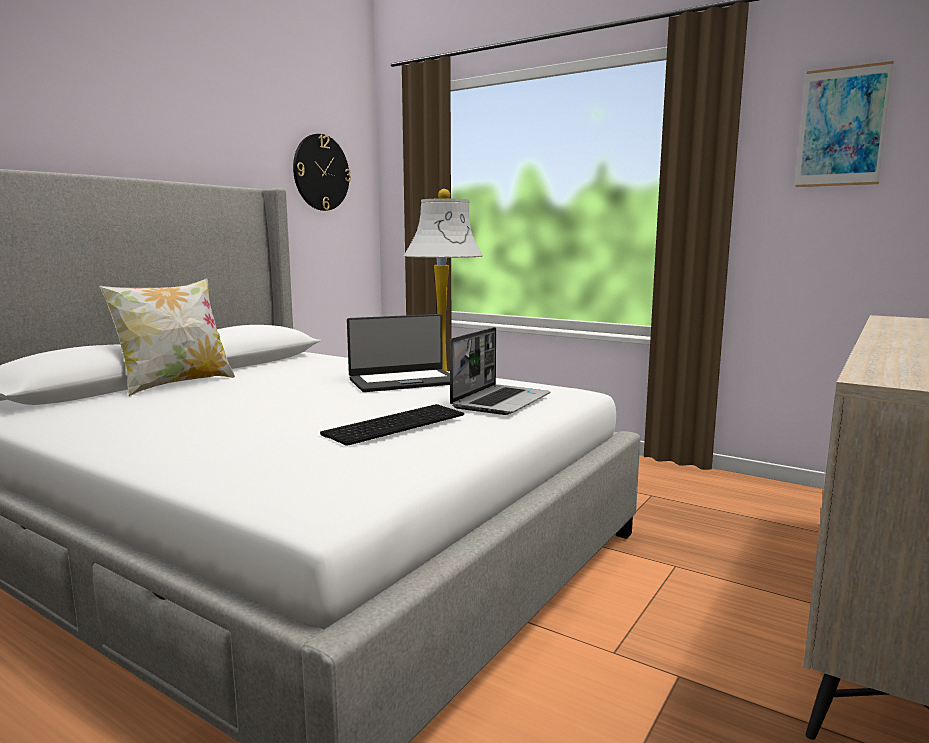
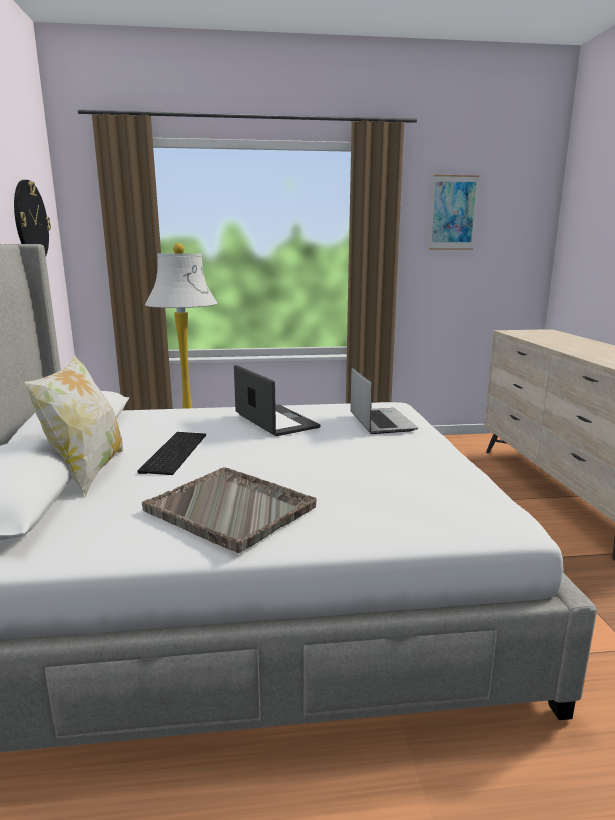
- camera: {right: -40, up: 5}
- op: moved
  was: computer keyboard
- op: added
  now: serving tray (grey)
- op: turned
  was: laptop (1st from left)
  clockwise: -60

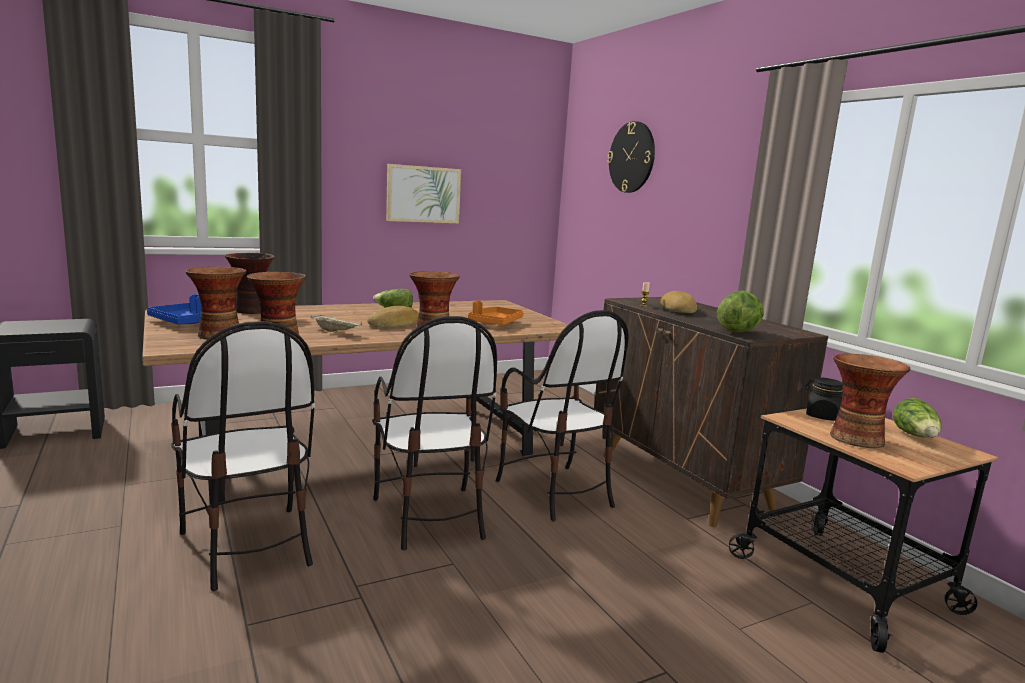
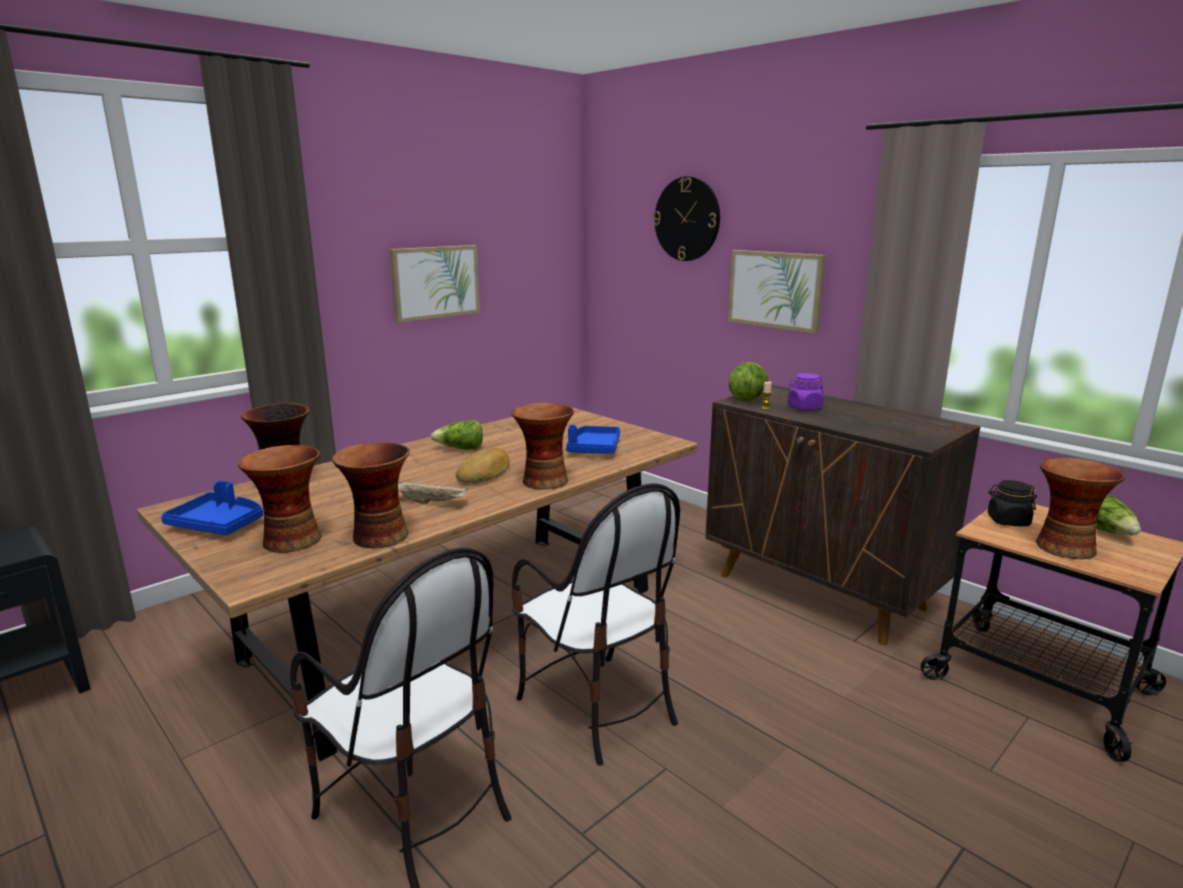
- camera: {right: -15, up: 5}
- op: recoloured
  was: serving tray (orange-coloured)
  now: serving tray (bluish) (2nd from left)
- op: added
  now: picture (2nd from left)
- op: moved
  was: lettuce head (2nd from left)
- op: replaced
  was: baked bread (2nd from left)
  now: storage jar (purple-coloured)
- op: removed
  was: upright chair (3rd from left)

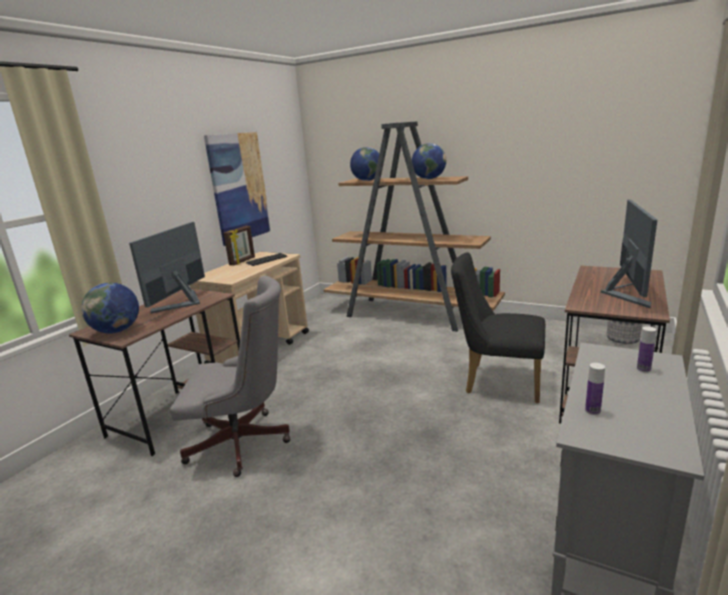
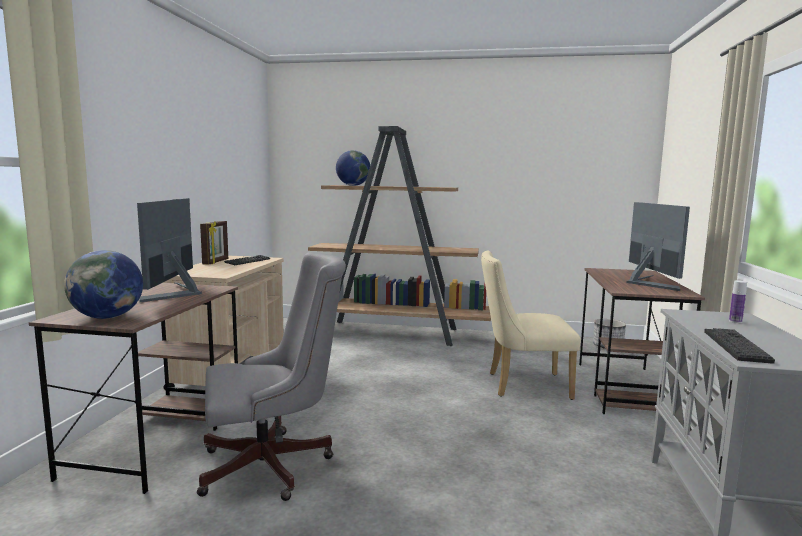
- camera: {right: -20, up: -10}
- op: recoloured
  was: upright chair (black-coloured)
  now: upright chair (beige)
- op: replaced
  was: beverage bottle (1st from left)
  now: computer keyboard (2nd from left)
- op: removed
  was: picture
- op: removed
  was: world globe (3rd from left)

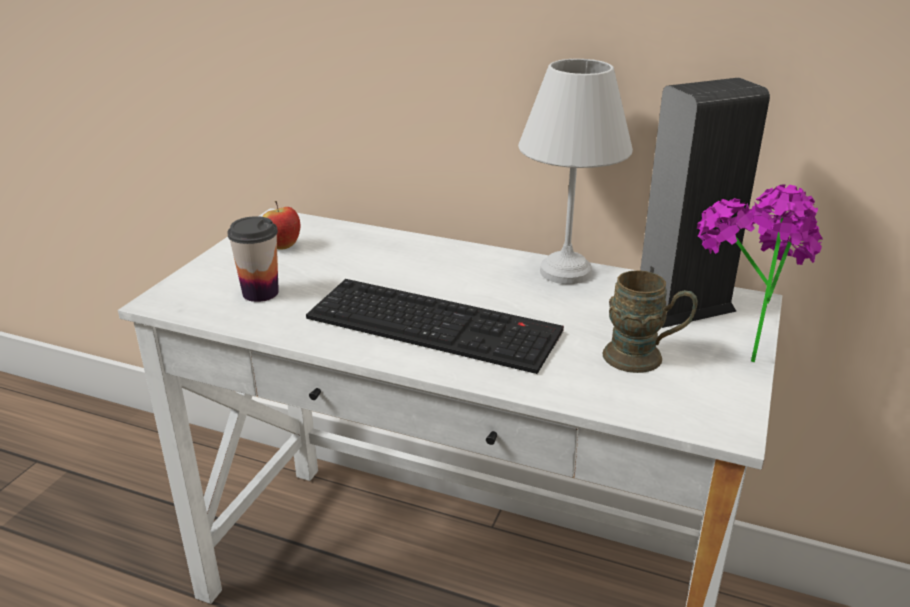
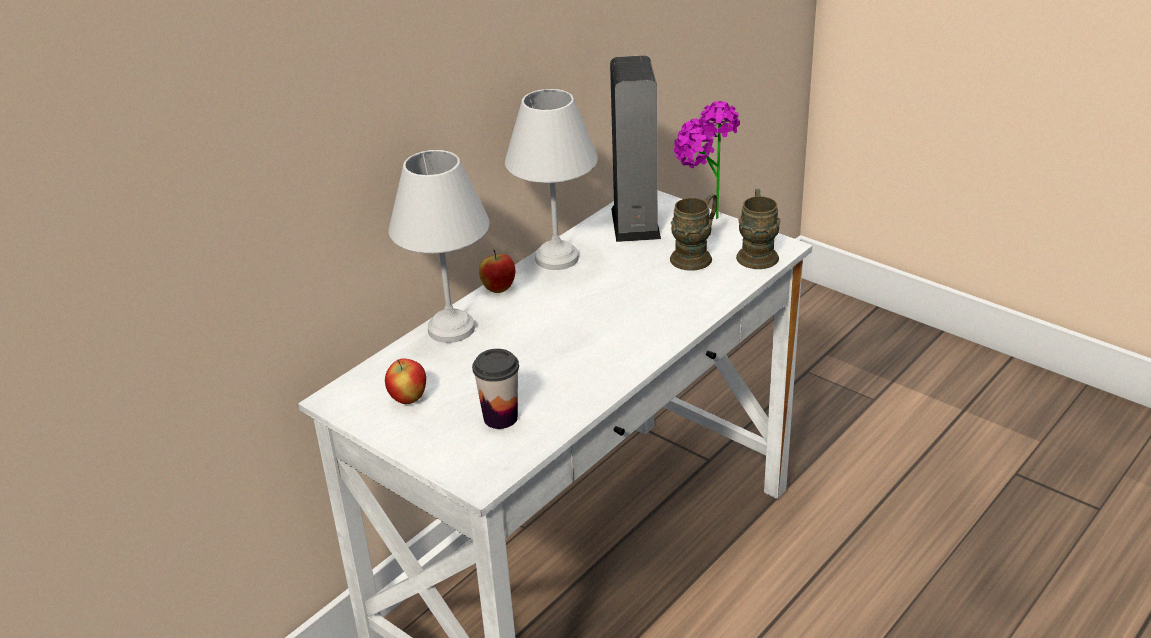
- camera: {right: -70, up: 5}
- op: added
  now: lamp for a table (white-coloured) (1st from left)
- op: added
  now: apple (2nd from left)
- op: added
  now: coffee mug (brown-coloured) (2nd from left)
- op: removed
  was: computer keyboard

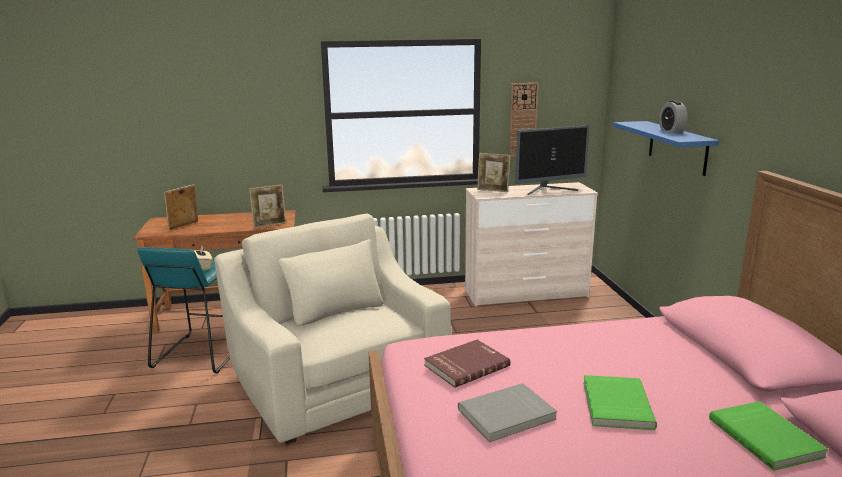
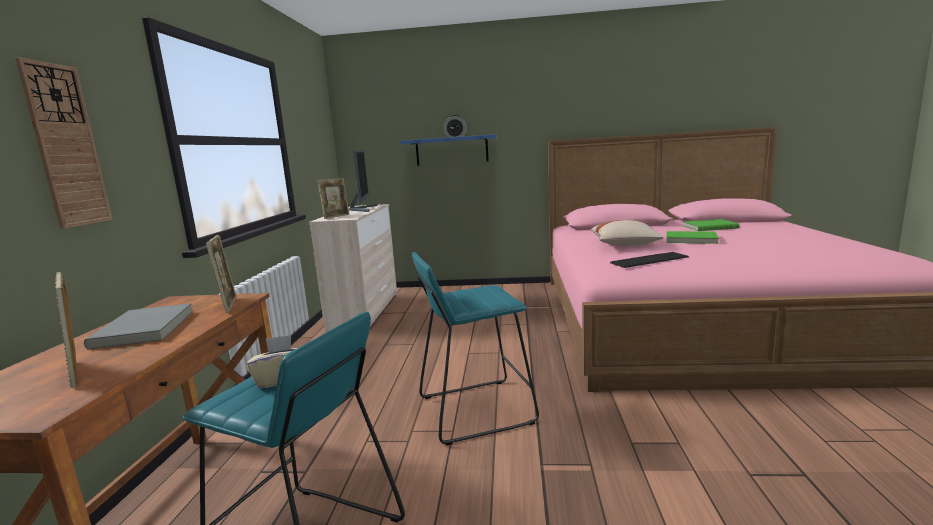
- camera: {right: -75, up: -5}
- op: moved
  was: hanging clock
- op: moved
  was: bound book (grey)
- op: replaced
  was: easy chair (beige)
  now: sitting stool (turquoise-coloured) (2nd from left)
- op: added
  now: pillow (beige)
- op: replaced
  was: bound book (red-coloured)
  now: computer keyboard

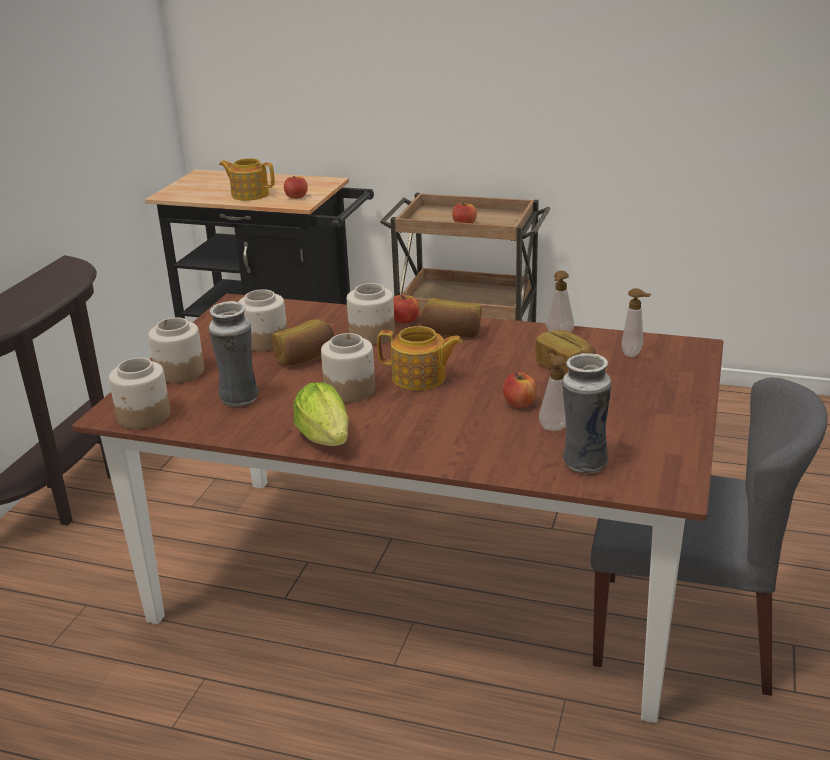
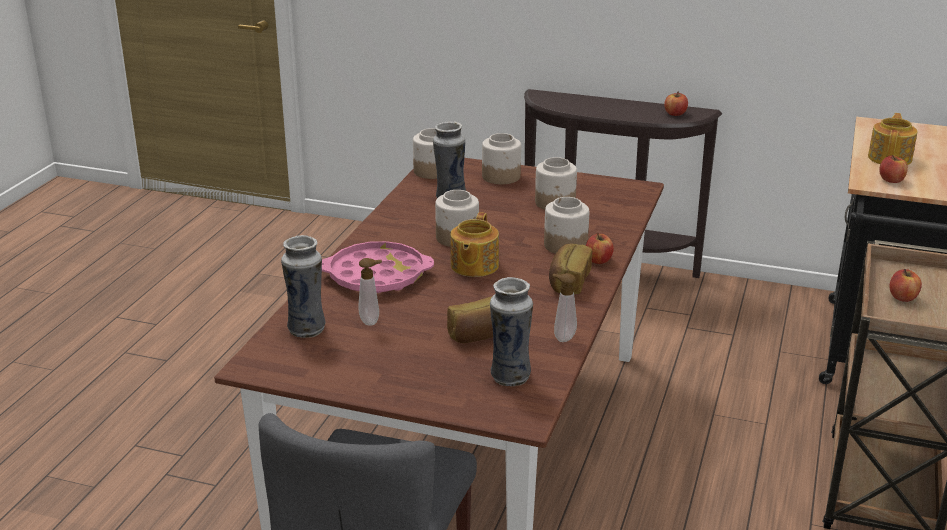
- camera: {right: 90, up: 0}
- op: added
  now: serving tray (pinkish)
- op: replaced
  was: soap bottle (3rd from left)
  now: vase (3rd from left)
- op: moved
  was: apple (4th from left in the first image)
  now: apple (2nd from left)
- op: removed
  was: baked bread (1st from left)
- op: removed
  was: lettuce head

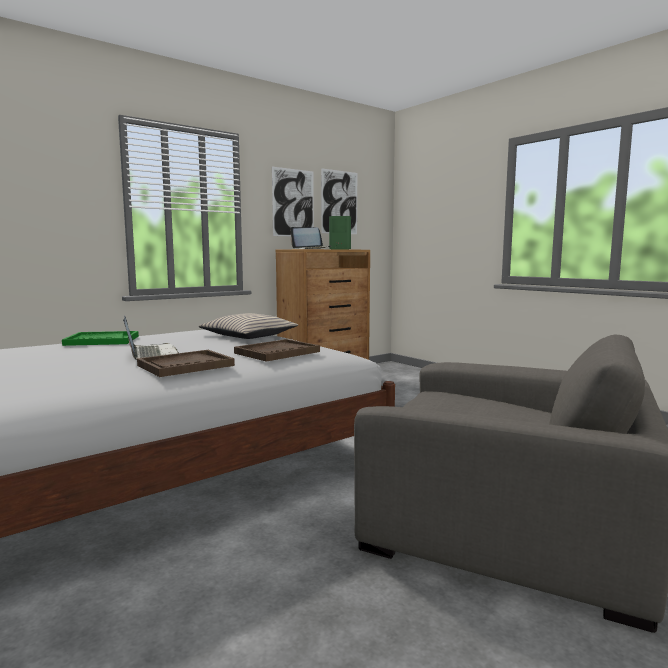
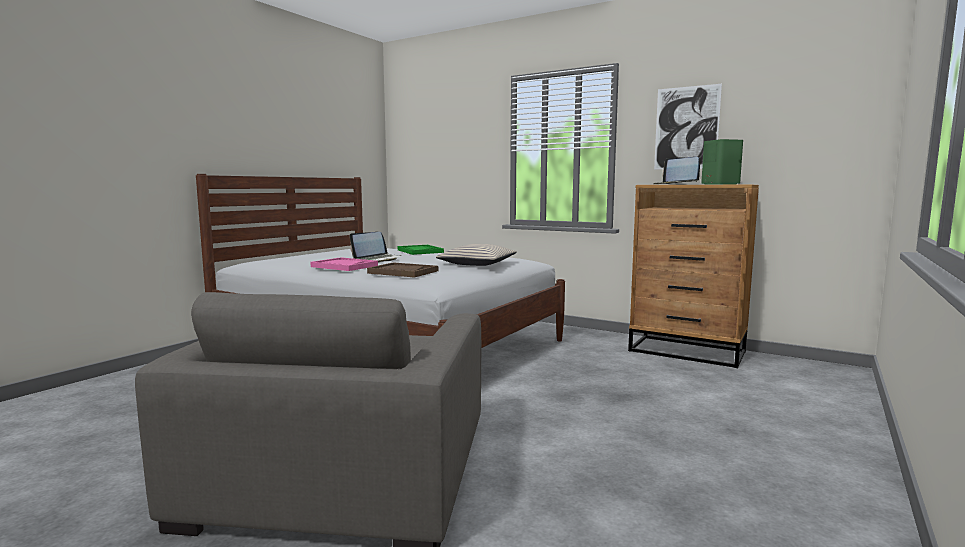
- camera: {right: 70, up: 0}
- op: recoloured
  was: serving tray (brown-coloured) (1st from left)
  now: serving tray (pinkish)
- op: removed
  was: picture (2nd from left)

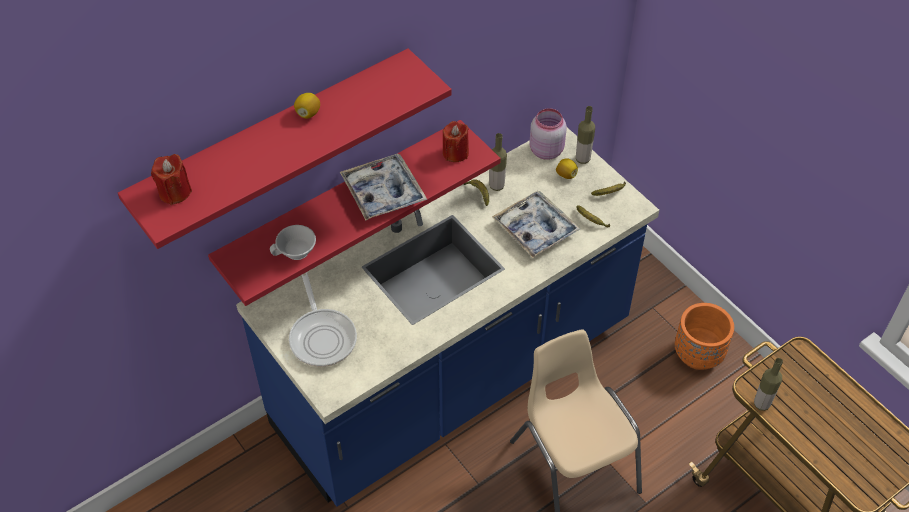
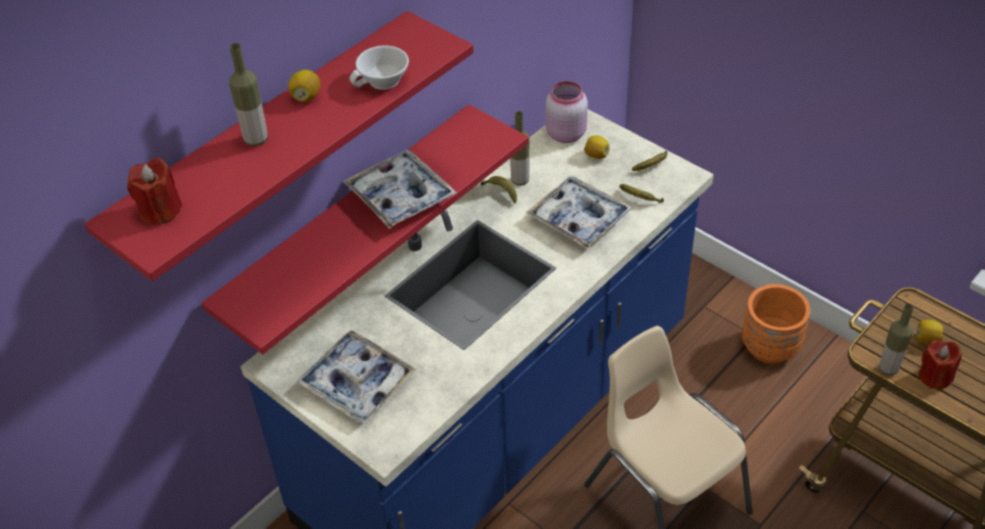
- camera: {right: -10, up: -5}
- op: moved
  was: beverage bottle (2nd from left in the first image)
  now: beverage bottle (1st from left)
- op: replaced
  was: frying pan
  now: serving tray (1st from left)
- op: moved
  was: small cup (white-coloured)
- op: added
  now: lemon (3rd from left)
- op: moved
  was: wax candle (red-coloured) (2nd from left)

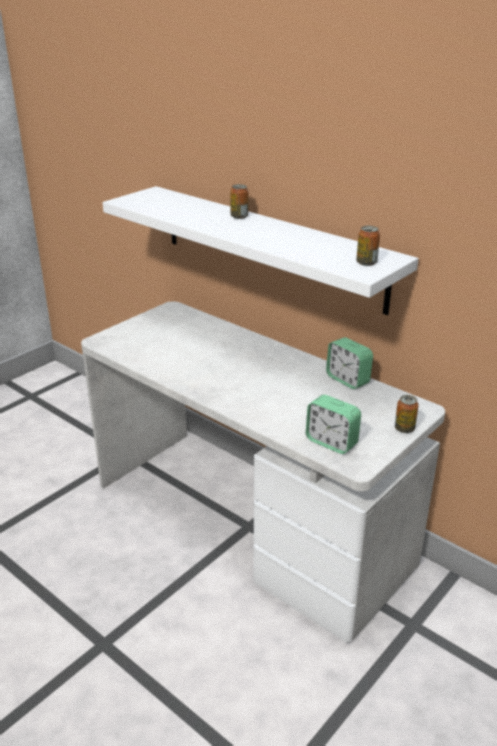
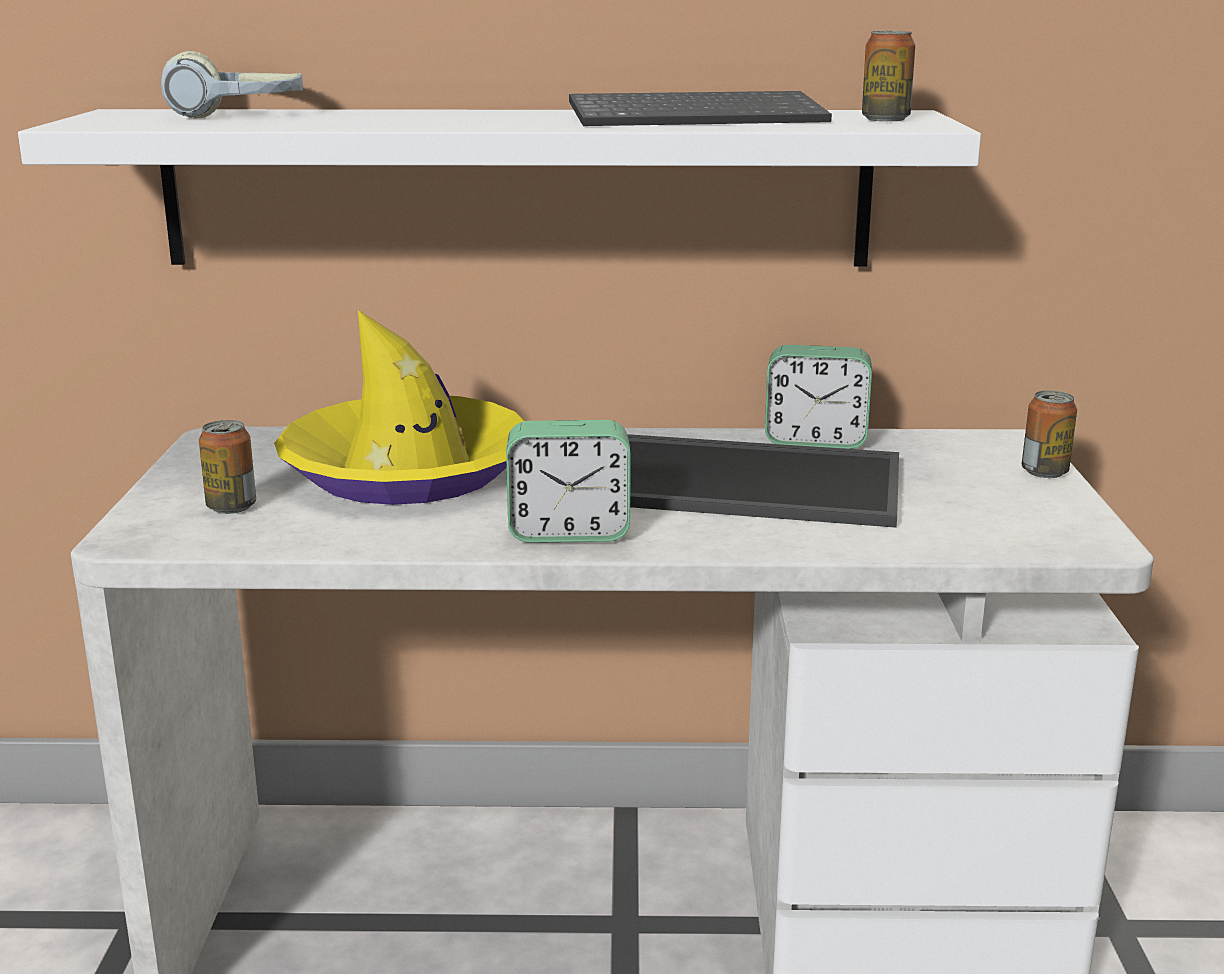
- camera: {right: -40, up: -10}
- op: added
  now: pair of headphones
- op: moved
  was: metal can (1st from left)
- op: added
  now: clothing hat (yellow-coloured)
- op: moved
  was: alarm clock (1st from left)
- op: added
  now: computer keyboard
- op: added
  now: serving tray

